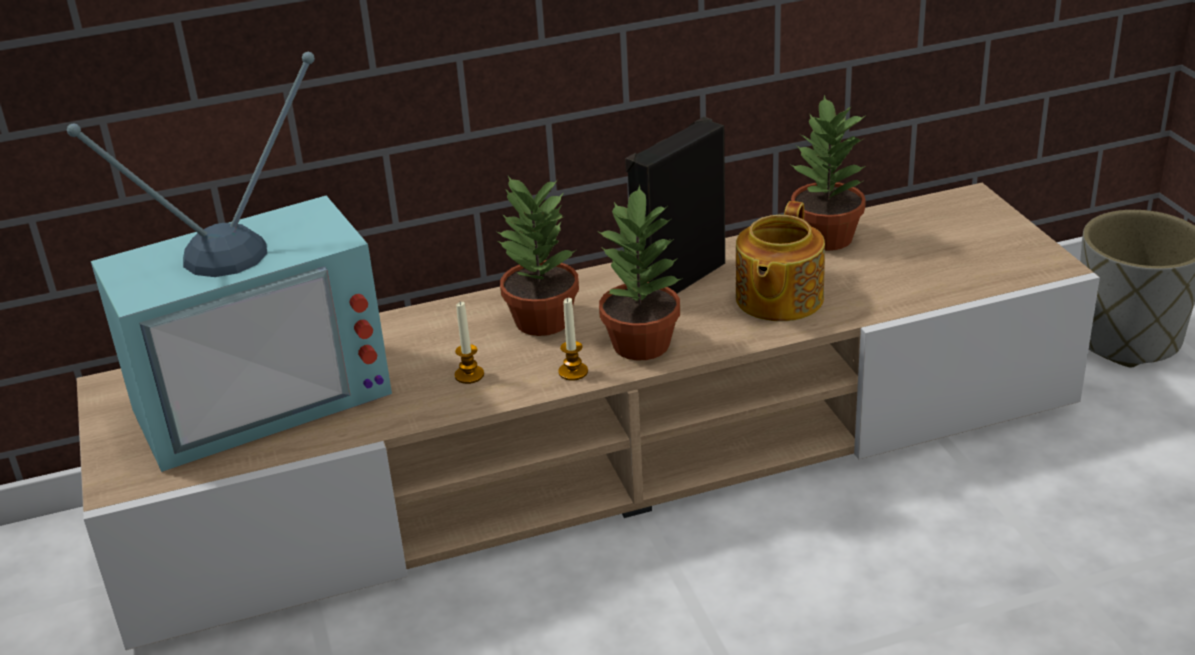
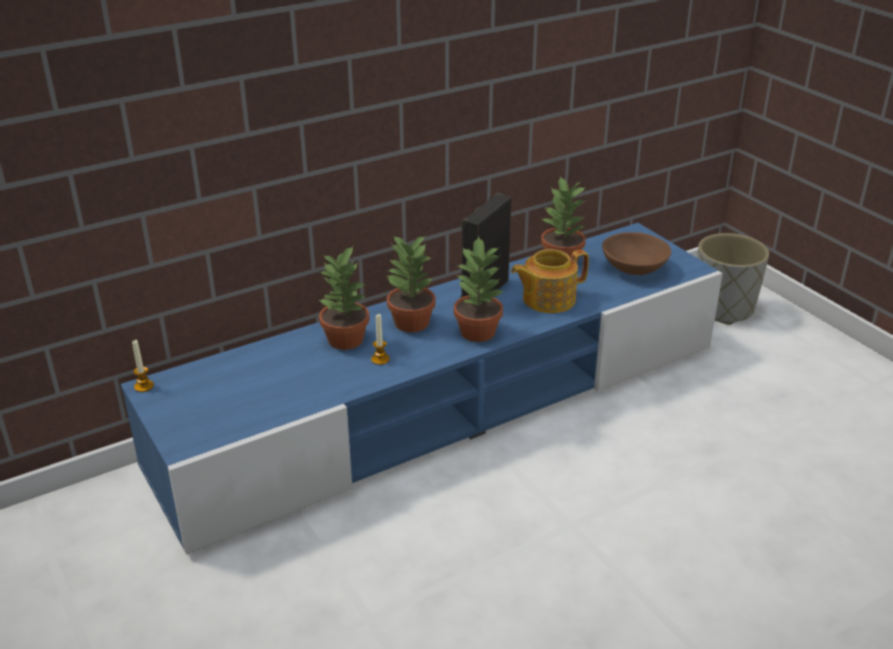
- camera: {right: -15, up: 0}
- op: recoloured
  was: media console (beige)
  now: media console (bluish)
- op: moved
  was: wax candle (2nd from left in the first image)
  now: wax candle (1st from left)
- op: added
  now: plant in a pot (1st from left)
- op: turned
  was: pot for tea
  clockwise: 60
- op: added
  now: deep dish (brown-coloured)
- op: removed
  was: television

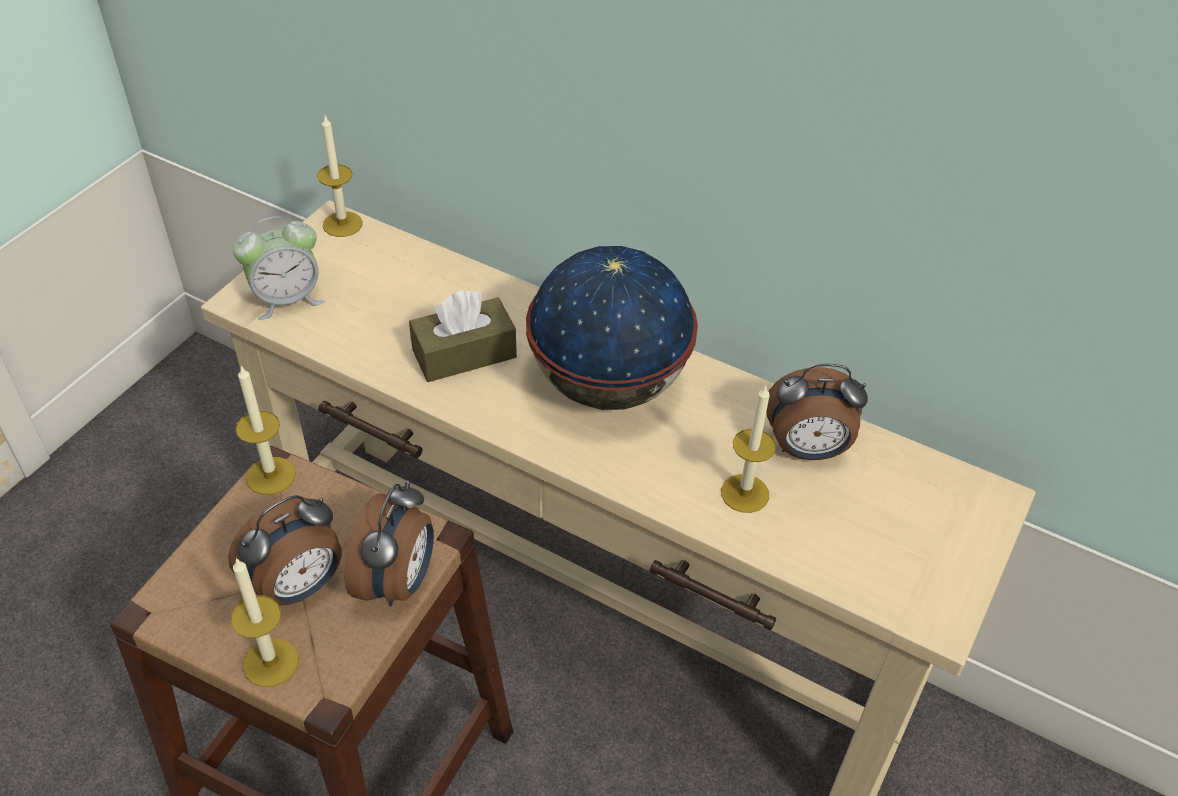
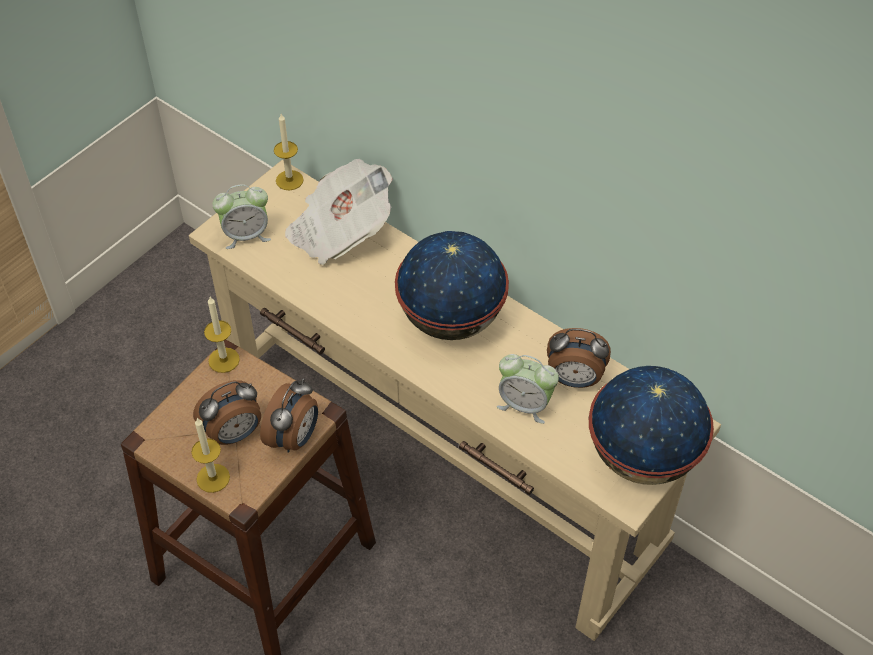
- camera: {right: 10, up: 5}
- op: added
  now: newspaper
- op: replaced
  was: wax candle (4th from left)
  now: alarm clock (4th from left)
- op: added
  now: world globe (2nd from left)
- op: removed
  was: box of tissues (brown-coloured)

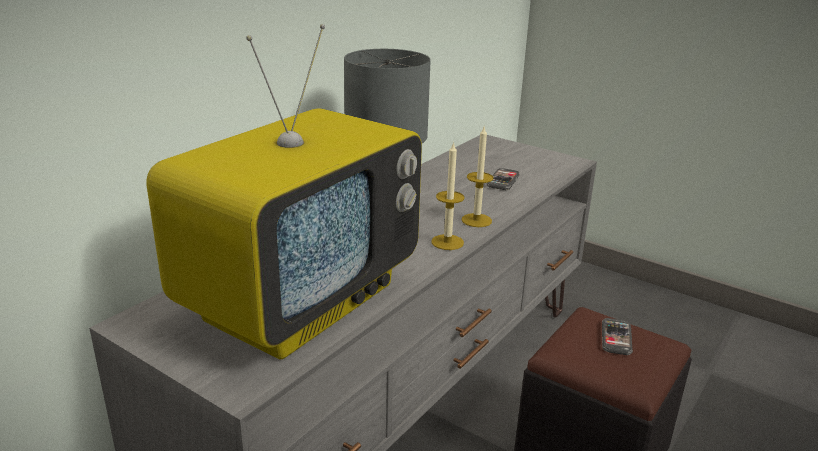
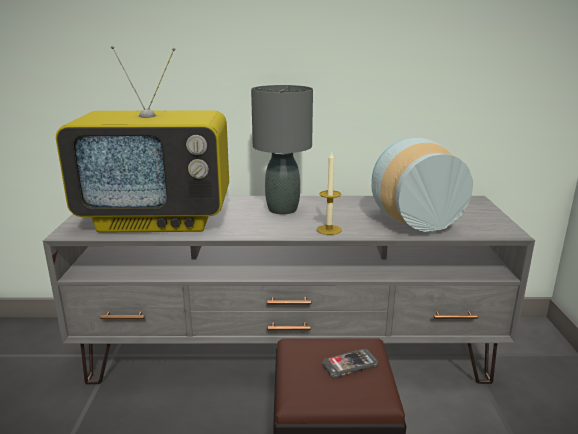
- camera: {right: 55, up: -5}
- op: replaced
  was: telephone (1st from left)
  now: vase
- op: removed
  was: wax candle (1st from left)

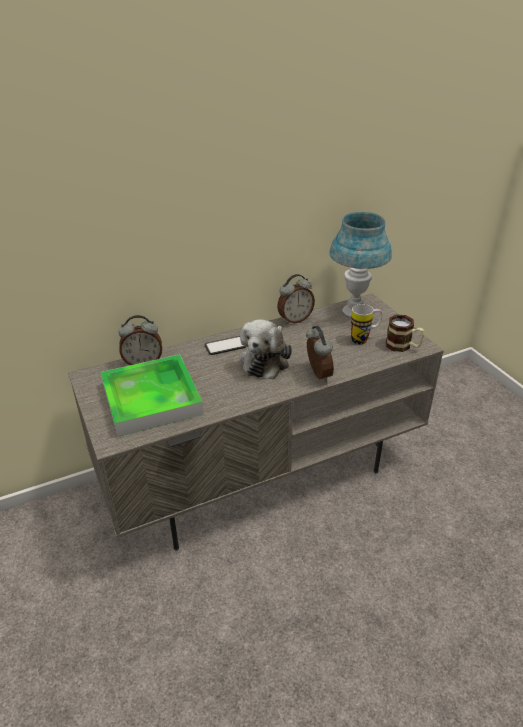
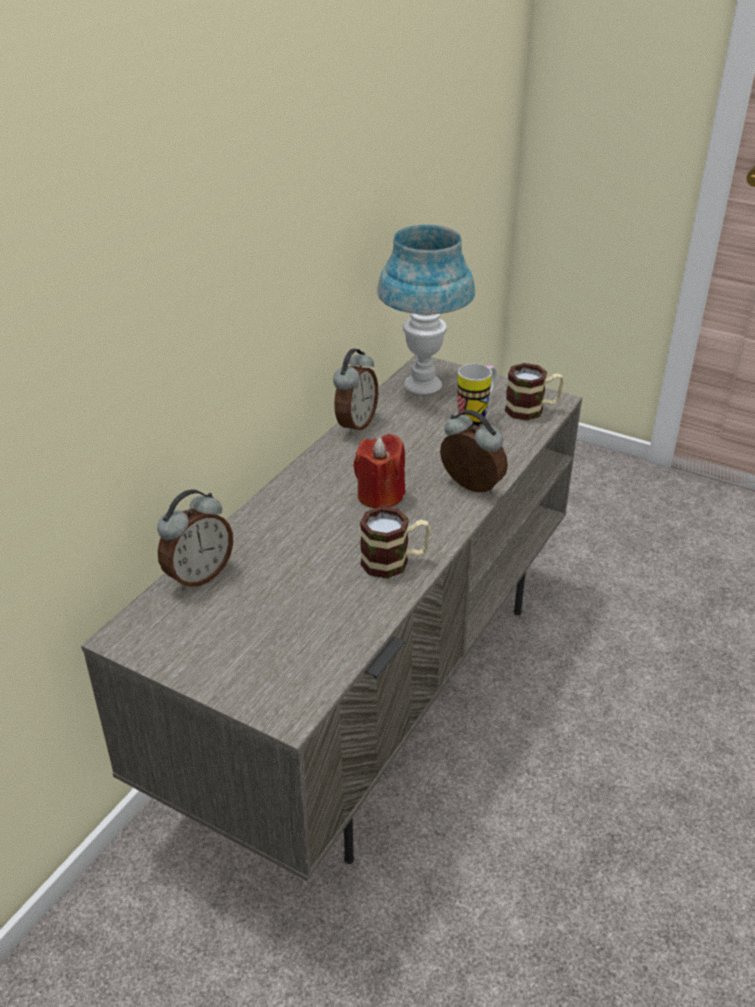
- camera: {right: -35, up: 0}
- op: replaced
  was: plush toy
  now: wax candle (red-coloured)
- op: added
  now: coffee mug (1st from left)
- op: removed
  was: serving tray
- op: removed
  was: telephone

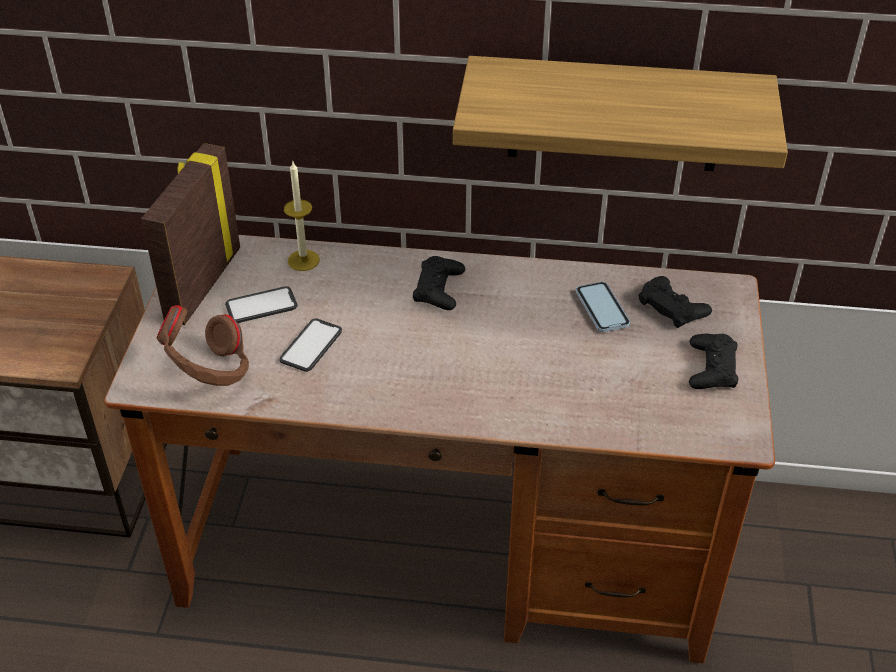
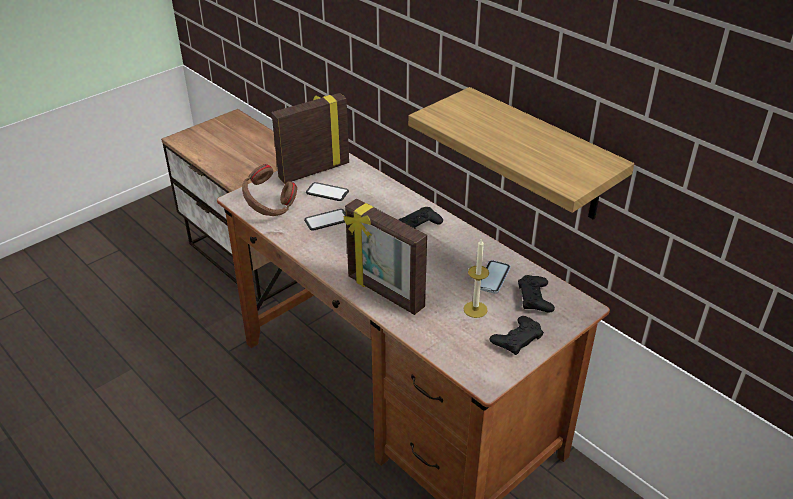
- camera: {right: 40, up: -5}
- op: added
  now: picture frame (2nd from left)
- op: moved
  was: wax candle

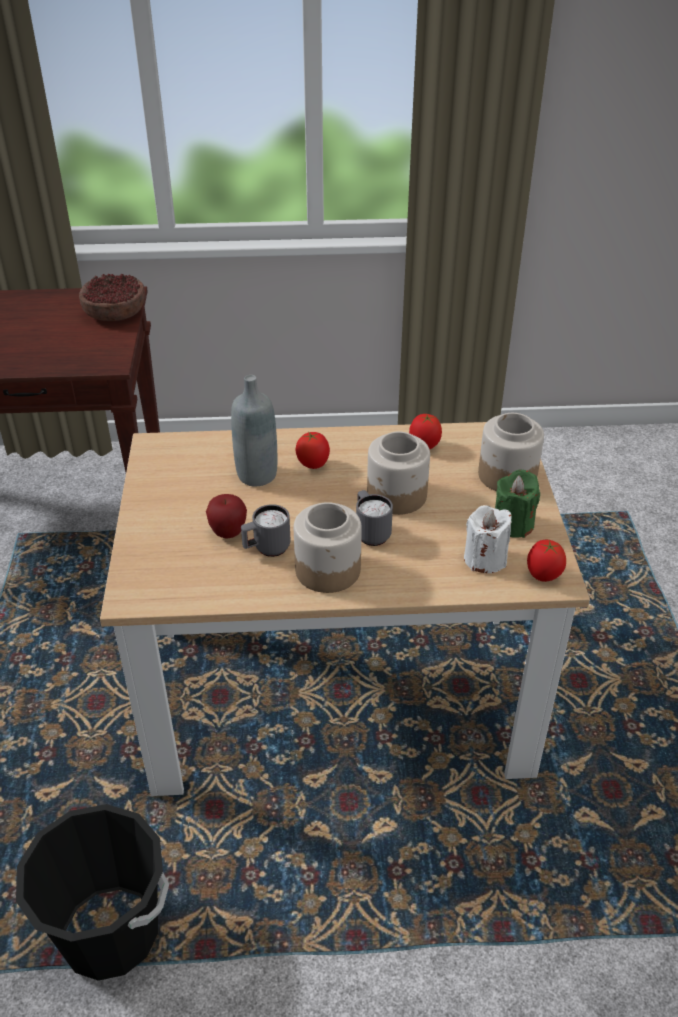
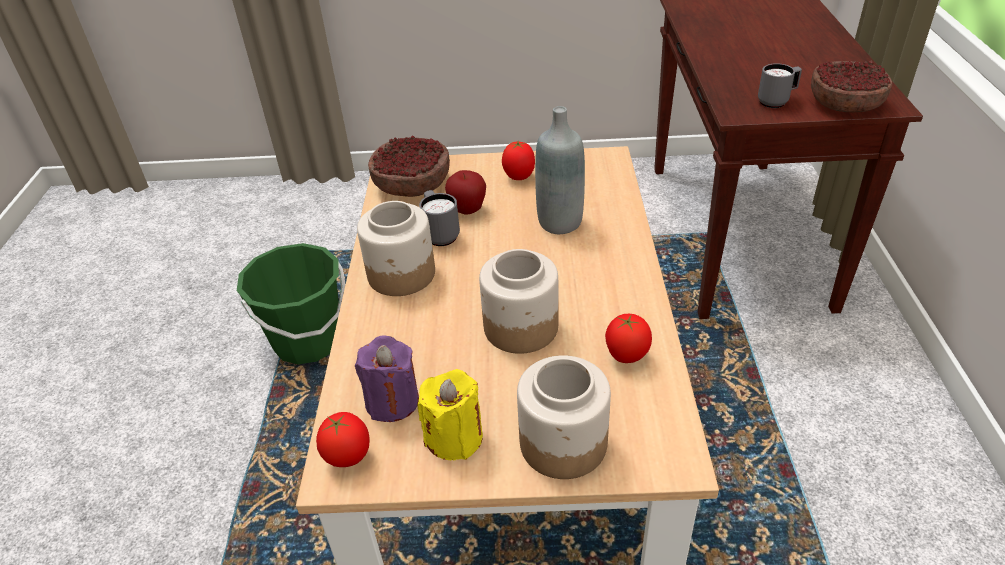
- camera: {right: 95, up: 0}
- op: recoloured
  was: pail (black-coloured)
  now: pail (green)
- op: recoloured
  was: wax candle (white-coloured)
  now: wax candle (purple-coloured)
- op: added
  now: deep dish (1st from left)
- op: recoloured
  was: wax candle (green)
  now: wax candle (yellow-coloured)
- op: moved
  was: fresh tomato (1st from left in the first image)
  now: fresh tomato (2nd from left)
- op: moved
  was: coffee mug (grey) (2nd from left)

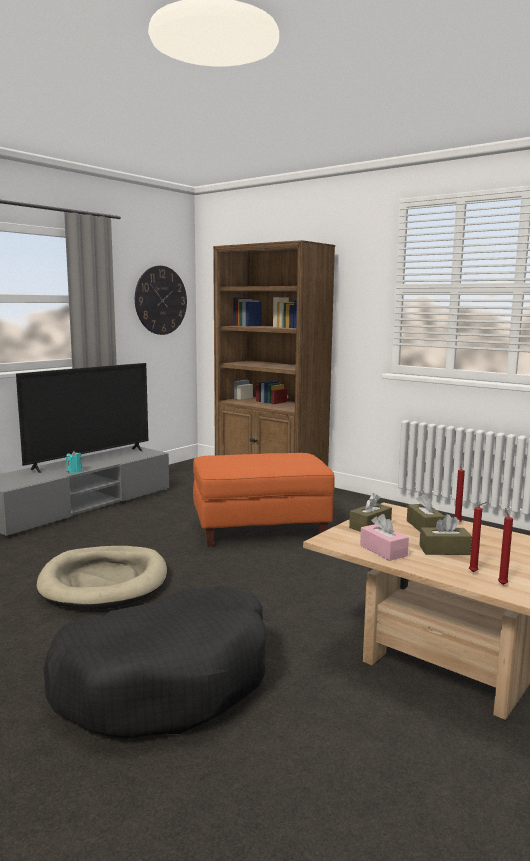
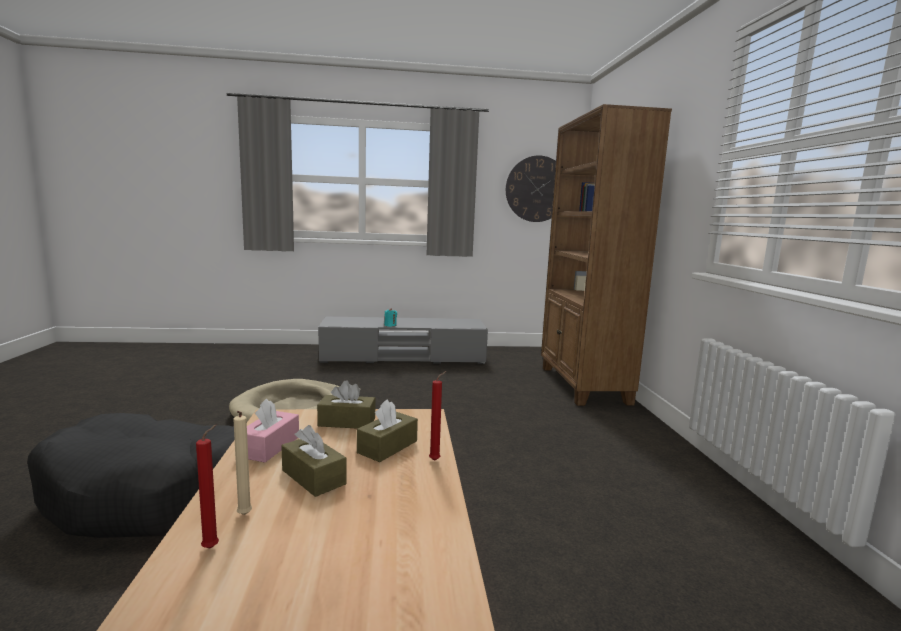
- camera: {right: 45, up: 0}
- op: recoloured
  was: wax candle (red-coloured) (2nd from left)
  now: wax candle (beige)
- op: removed
  was: television
- op: removed
  was: pouffe (orange-coloured)

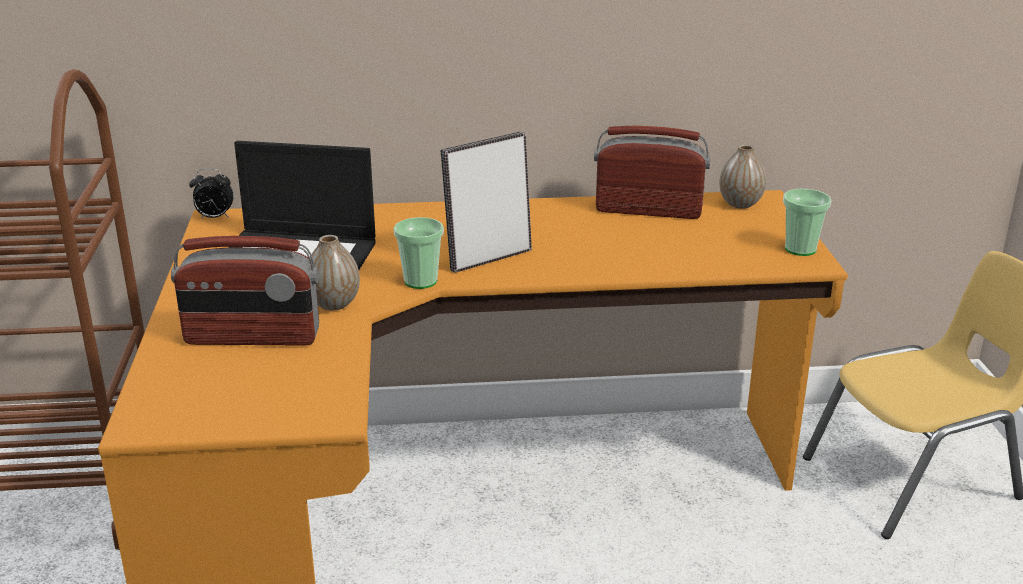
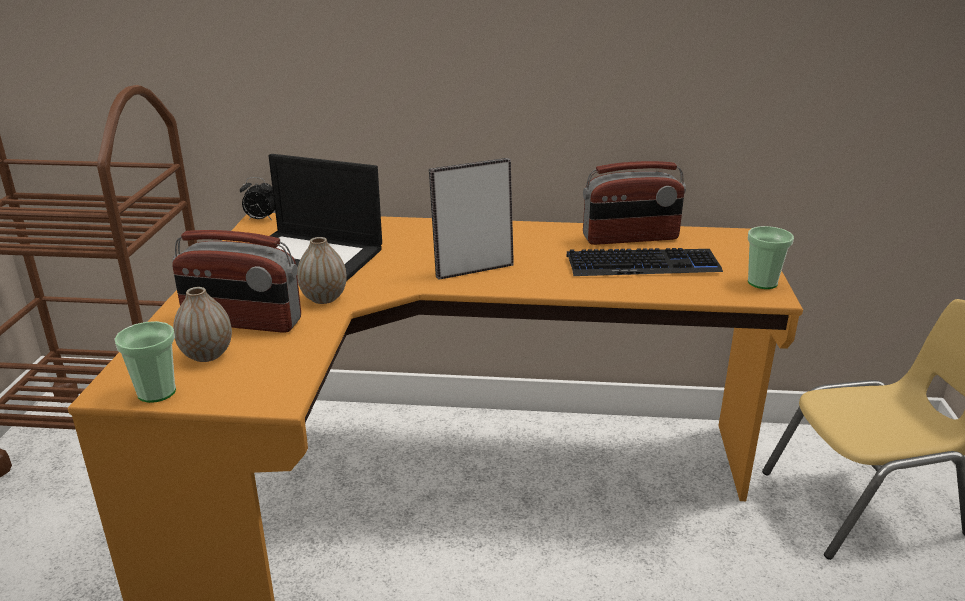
- camera: {right: 10, up: 0}
- op: moved
  was: small cup (1st from left)
- op: moved
  was: vase (2nd from left in the first image)
  now: vase (1st from left)
- op: added
  now: computer keyboard
- op: turned
  was: radio (2nd from left)
  clockwise: 150

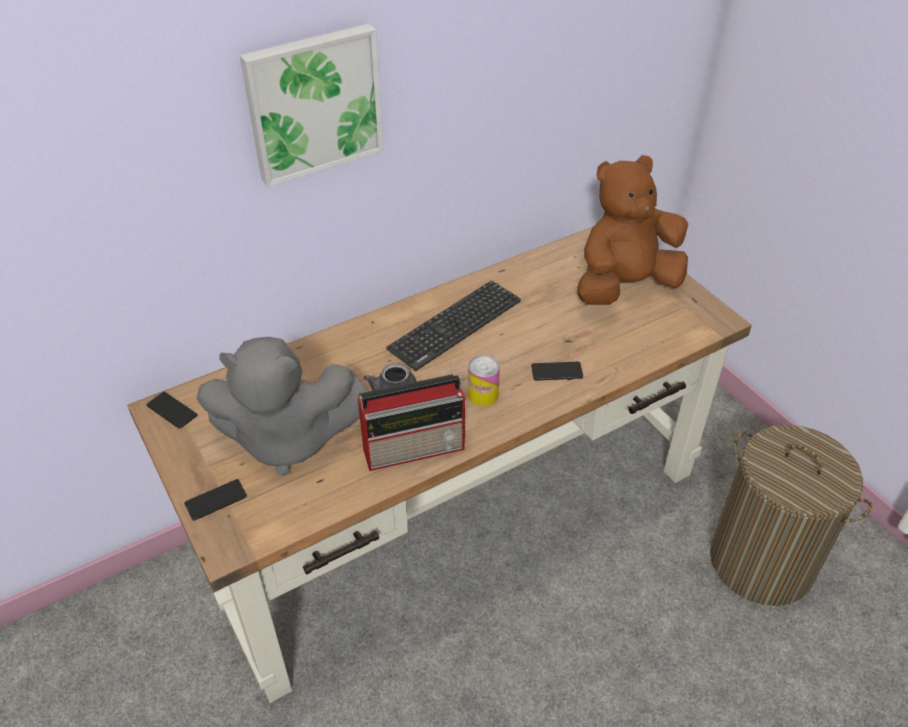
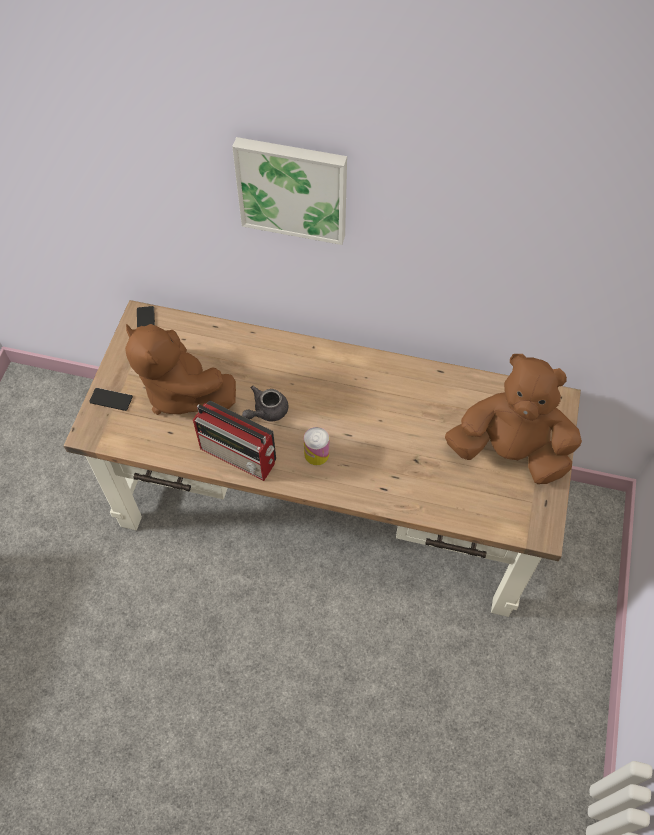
- camera: {right: 45, up: 15}
- op: recoloured
  was: plush toy (grey)
  now: plush toy (brown-coloured) (1st from left)
- op: removed
  was: computer keyboard
- op: removed
  was: telephone (3rd from left)
- op: removed
  was: hamper

